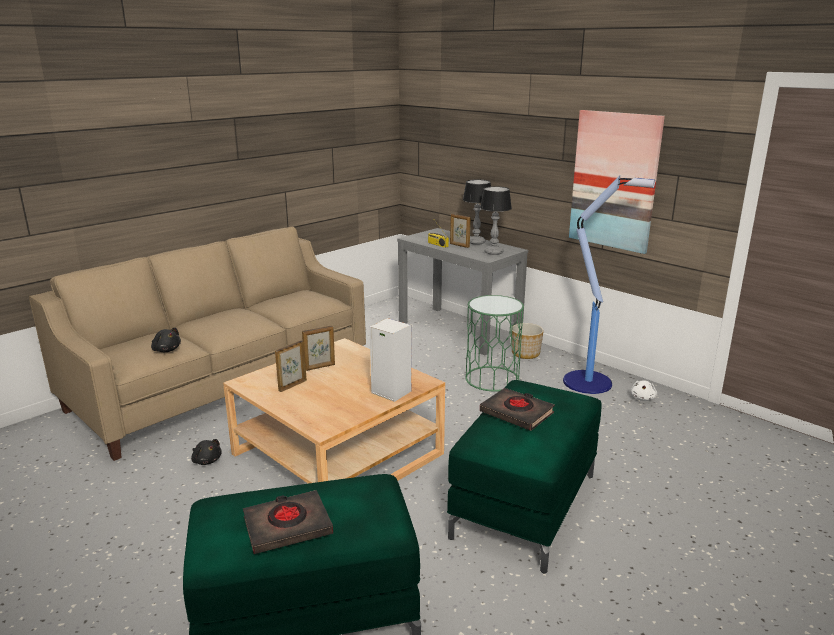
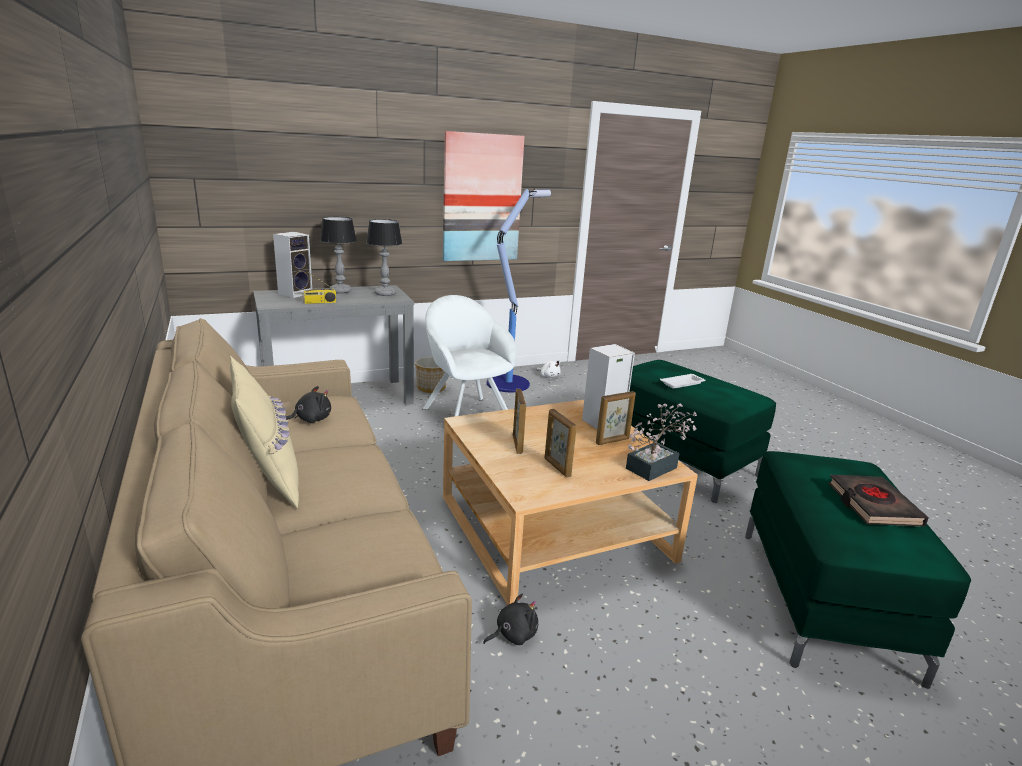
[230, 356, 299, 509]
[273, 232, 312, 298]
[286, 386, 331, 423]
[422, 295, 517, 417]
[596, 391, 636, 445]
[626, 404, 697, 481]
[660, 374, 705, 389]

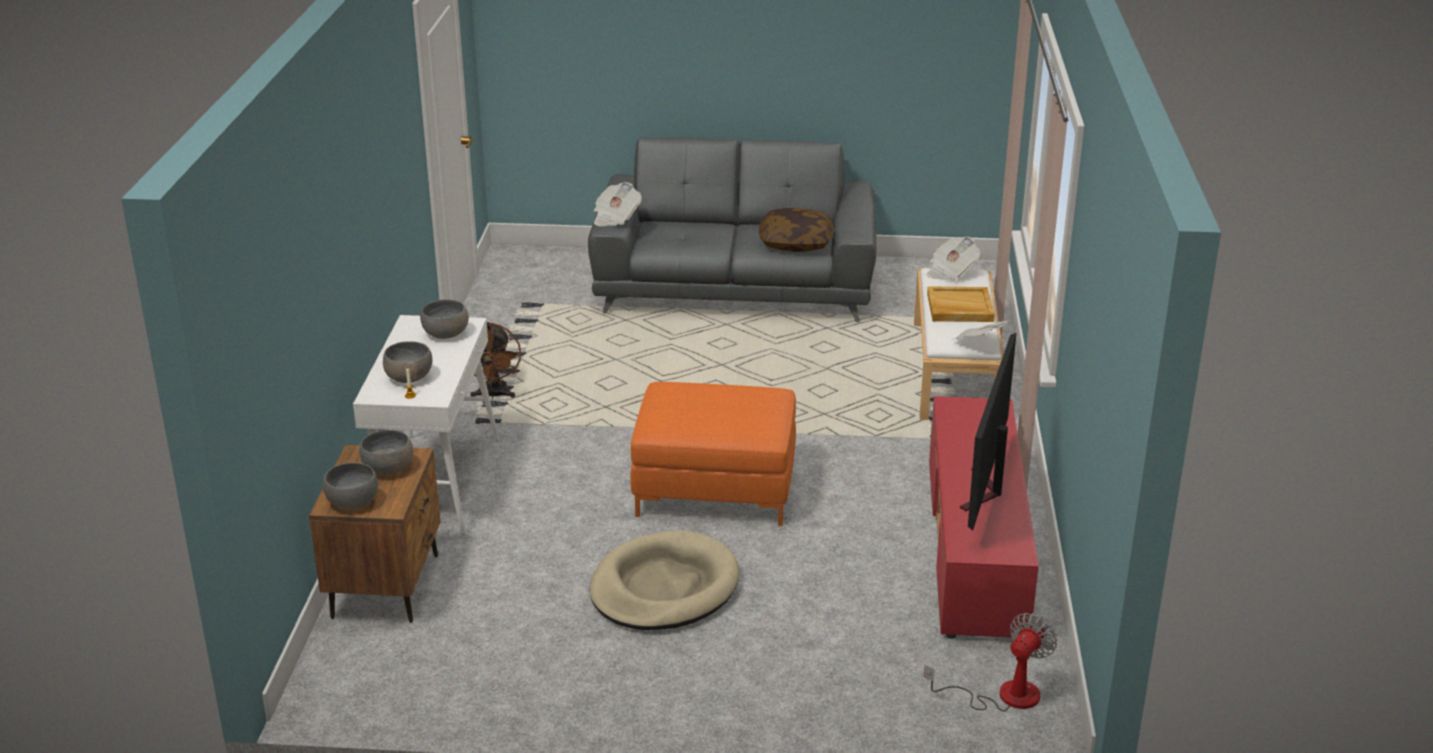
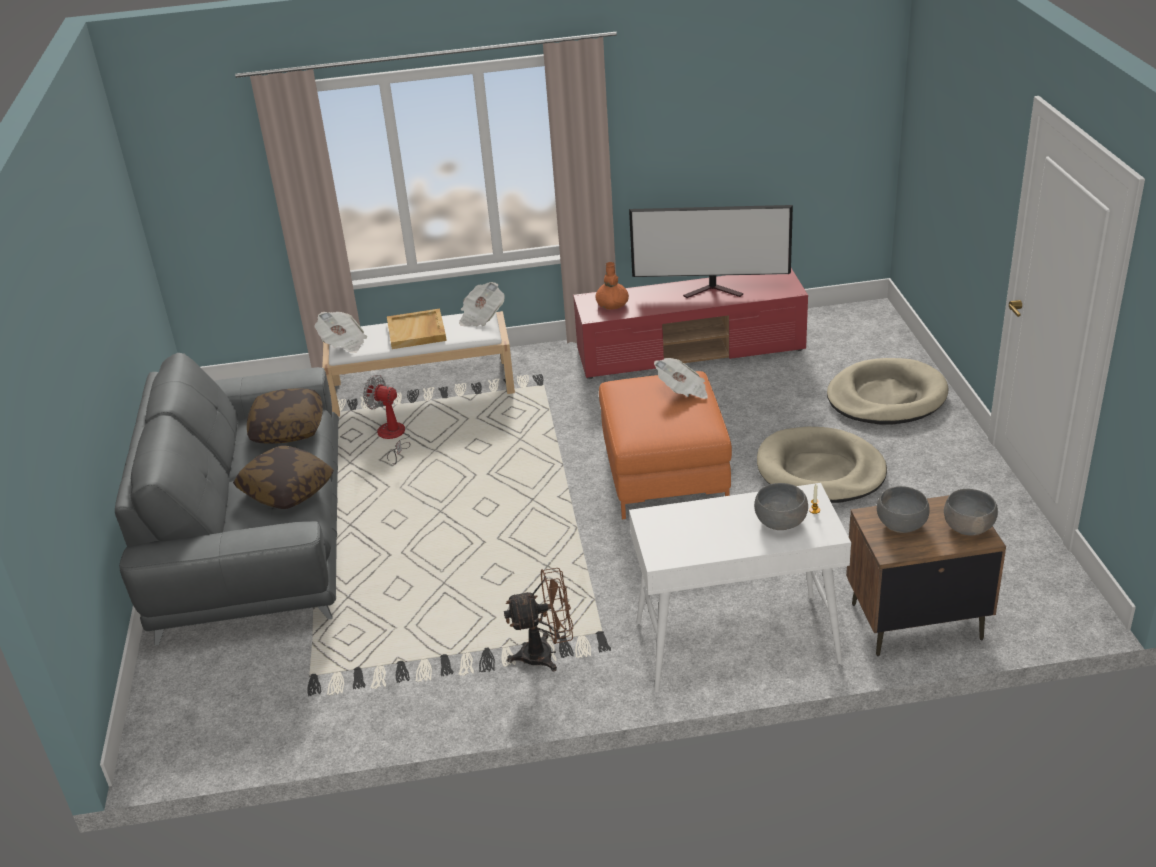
[233, 446, 334, 509]
[363, 375, 410, 464]
[596, 262, 629, 310]
[654, 358, 708, 399]
[827, 358, 949, 425]
[420, 299, 469, 339] (first image)

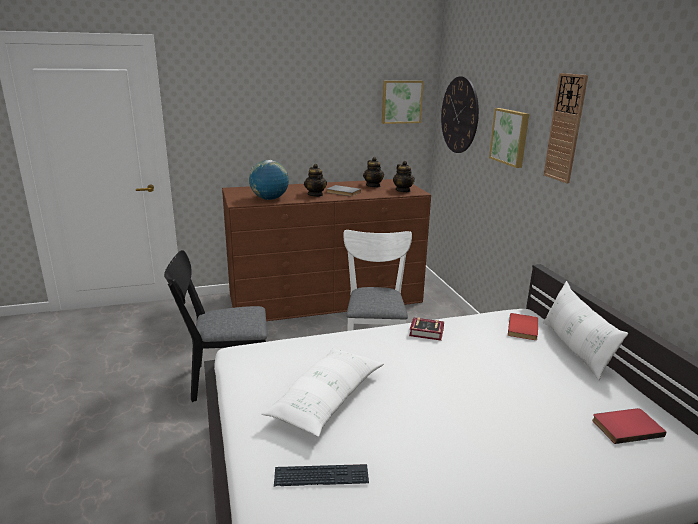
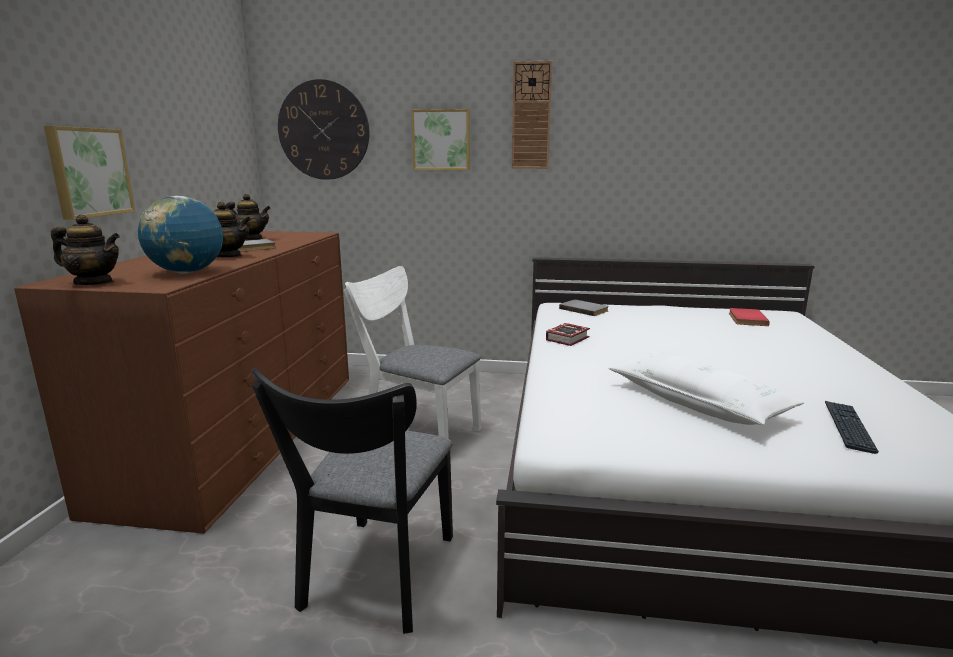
[44, 126, 135, 220]
[51, 214, 120, 285]
[559, 299, 609, 316]
[543, 281, 628, 381] (first image)

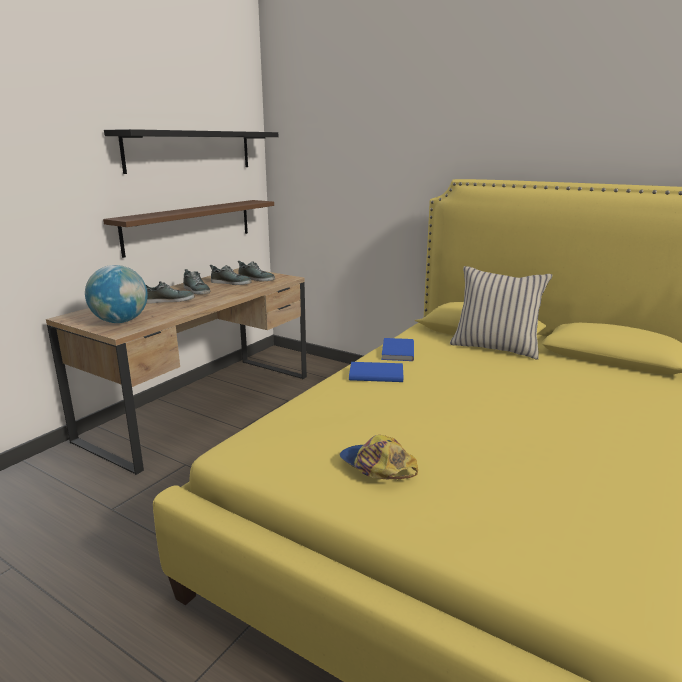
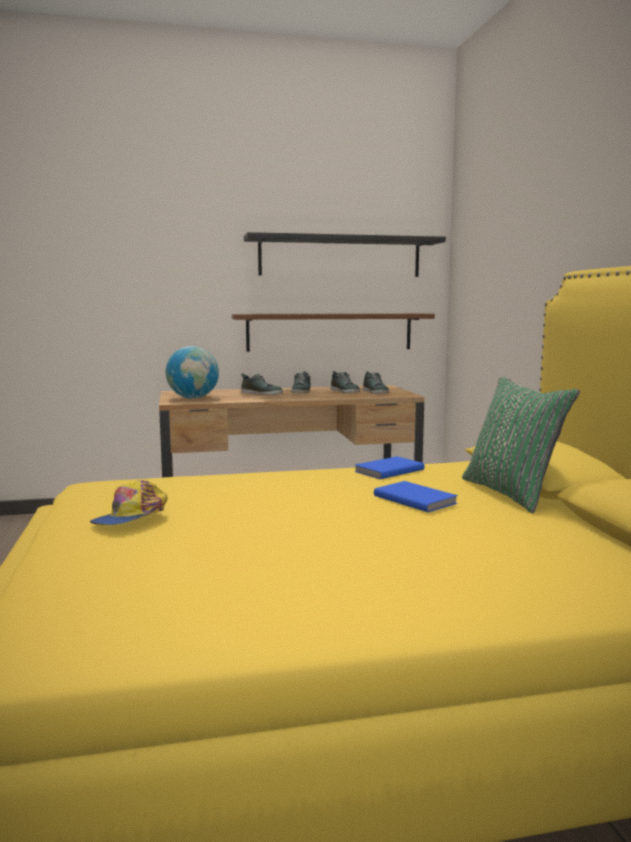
[90, 480, 168, 525]
[374, 481, 458, 512]
[462, 377, 580, 514]

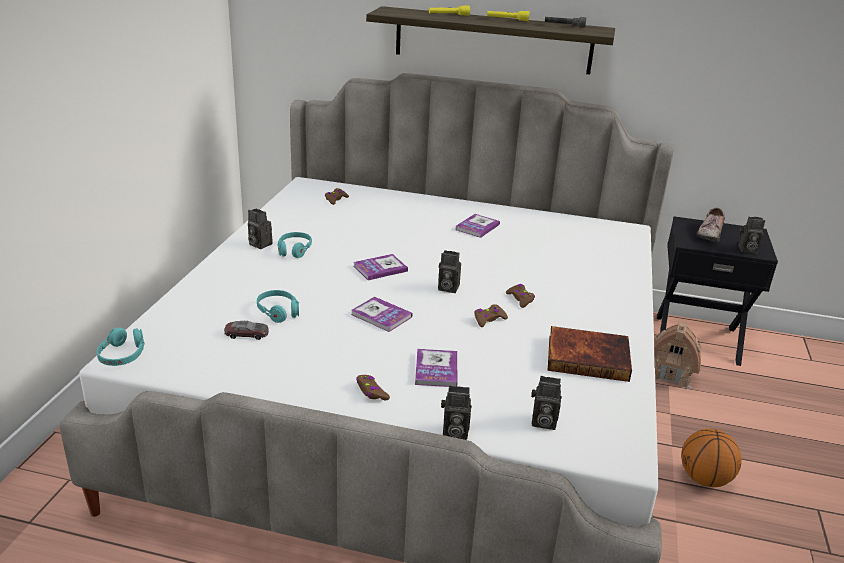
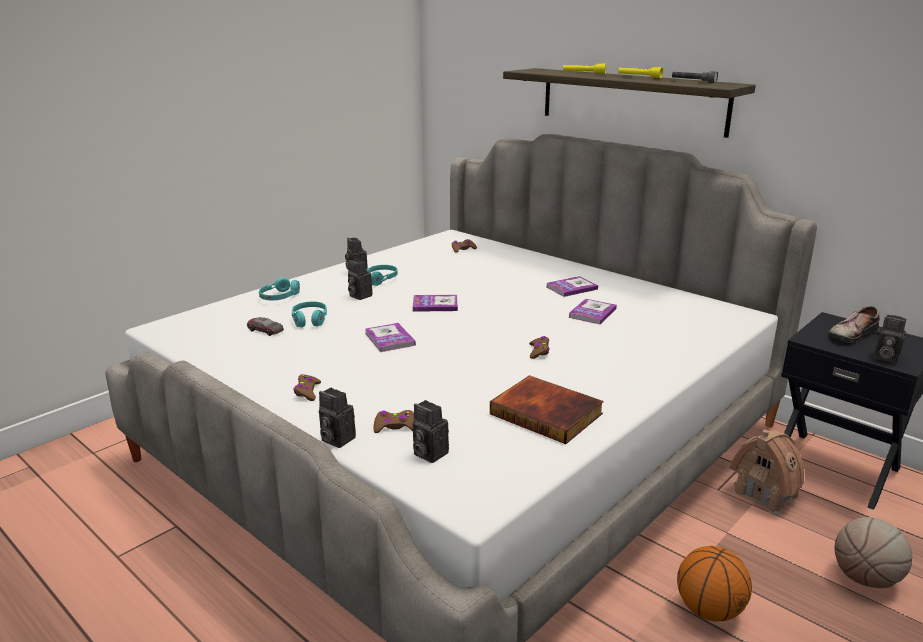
[259, 277, 300, 300]
[348, 259, 373, 300]
[373, 410, 414, 433]
[568, 299, 617, 324]
[834, 517, 912, 588]

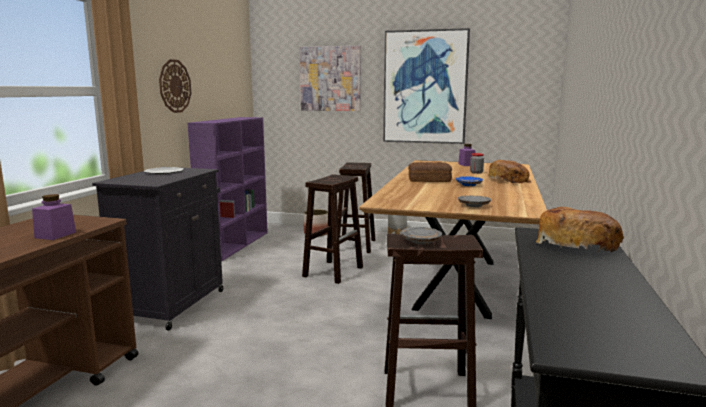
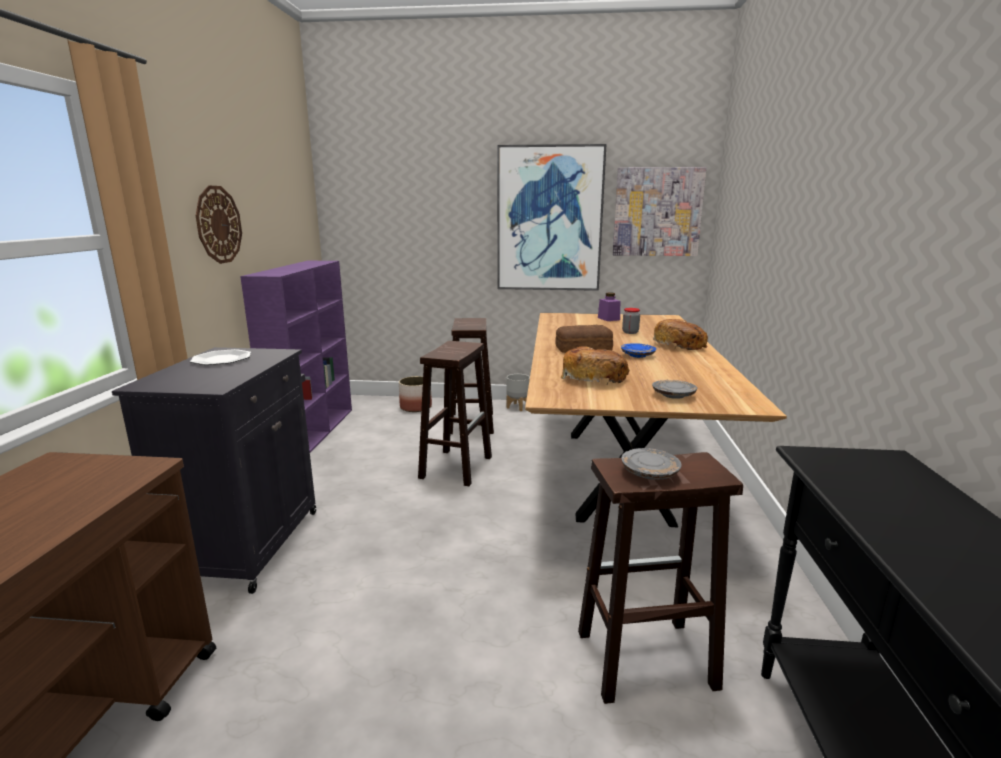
[561, 346, 630, 384]
[613, 167, 707, 256]
[32, 194, 76, 240] (first image)

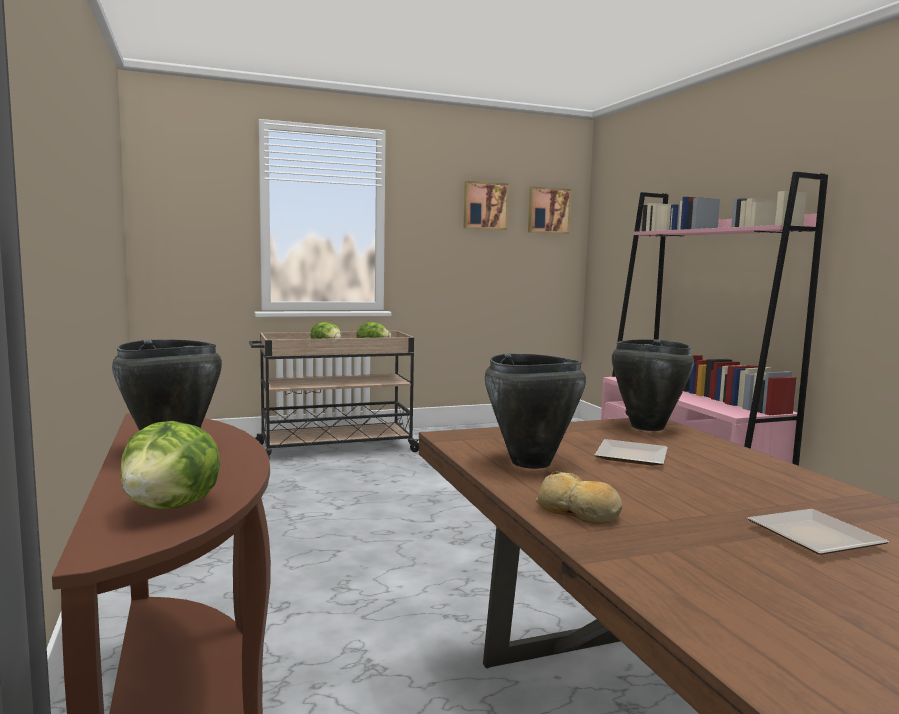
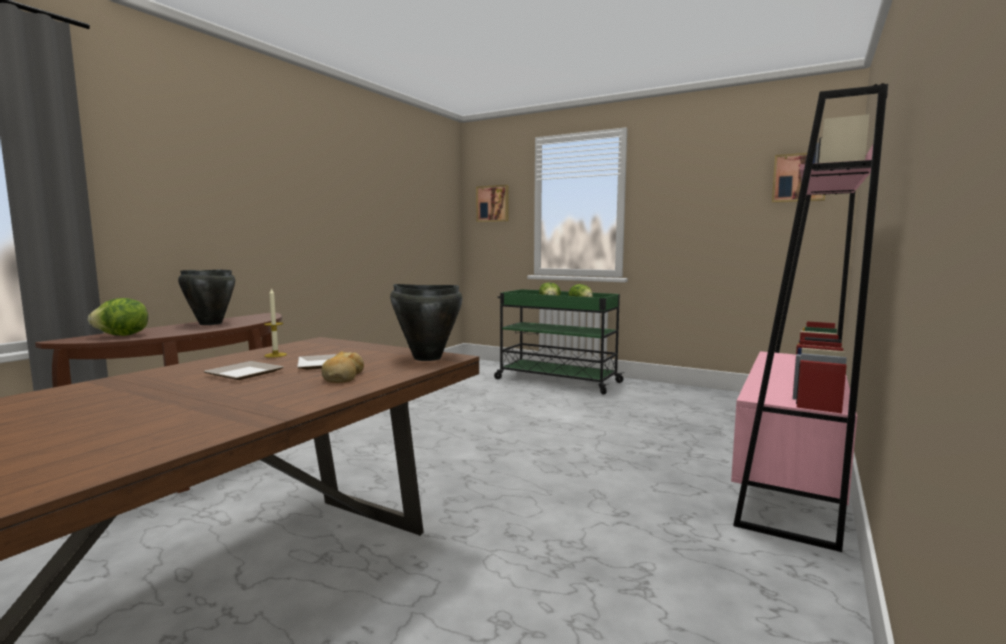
[203, 361, 284, 380]
[264, 288, 287, 358]
[321, 351, 364, 383]
[476, 185, 509, 222]
[494, 289, 625, 394]

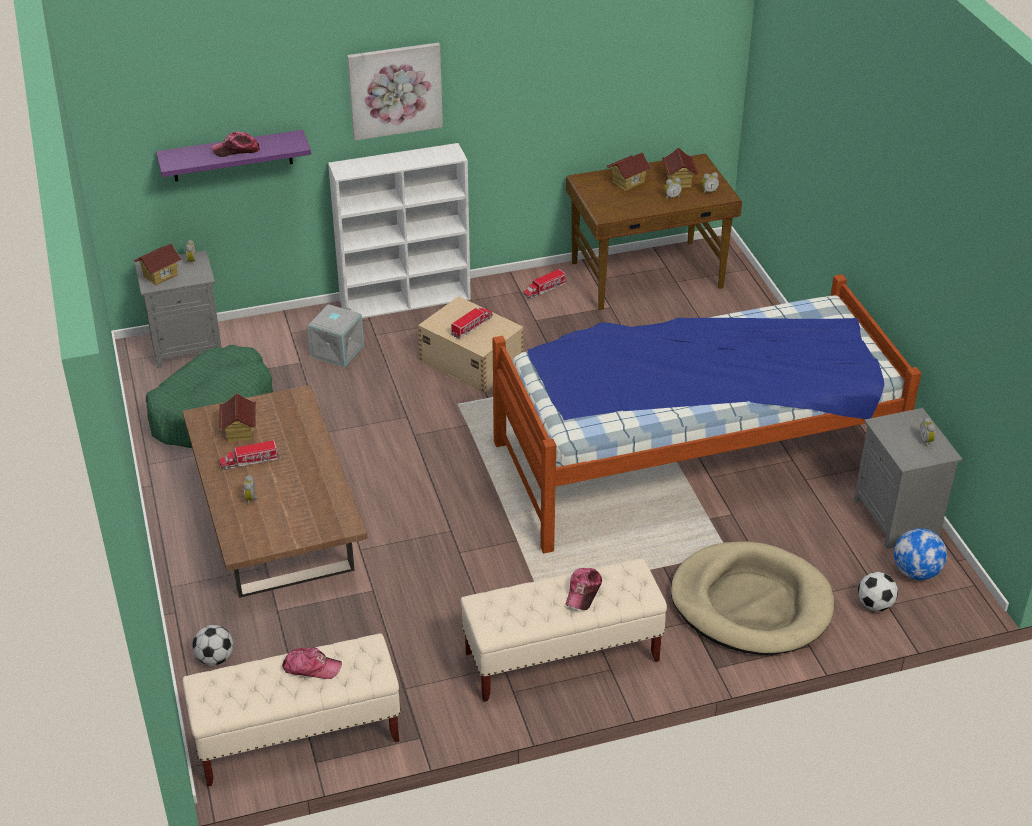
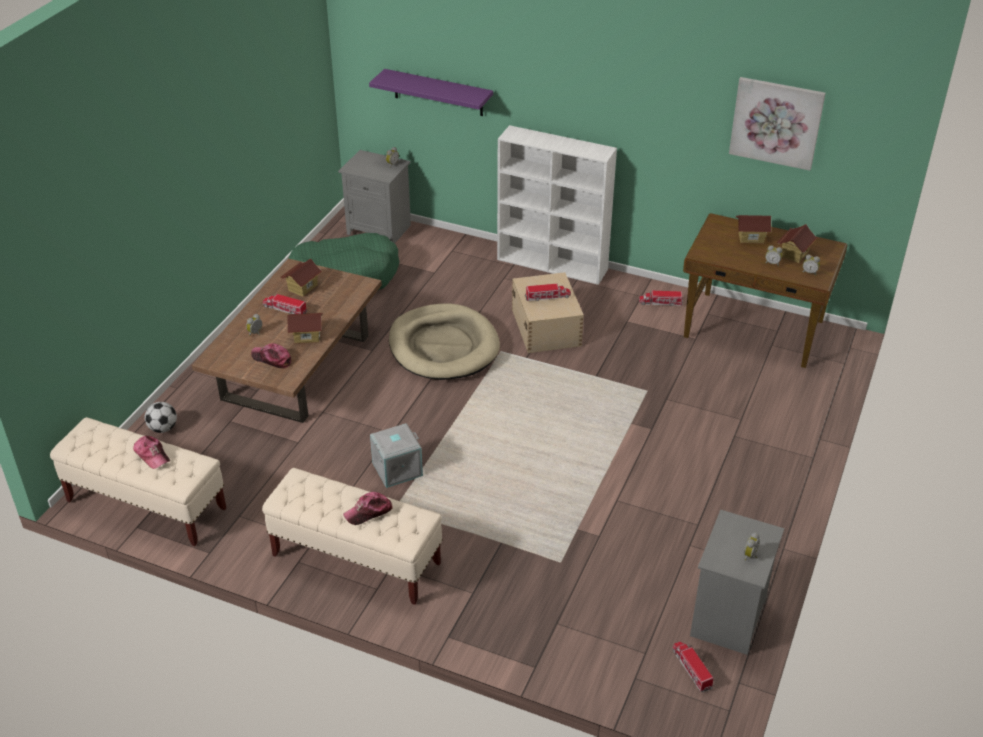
[251, 343, 291, 368]
[287, 313, 323, 344]
[370, 423, 423, 488]
[389, 304, 500, 380]
[672, 641, 714, 692]
[729, 77, 826, 171]
[492, 274, 921, 554] (first image)
[858, 572, 898, 611] (first image)

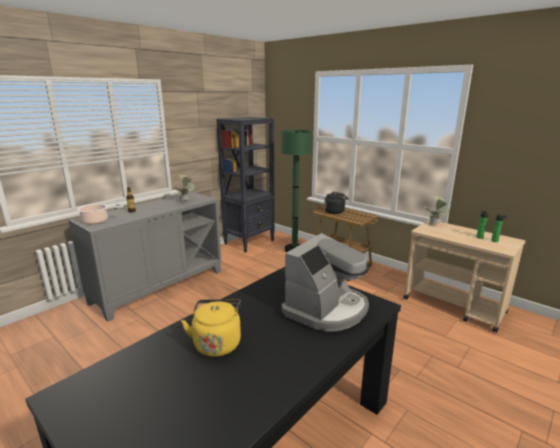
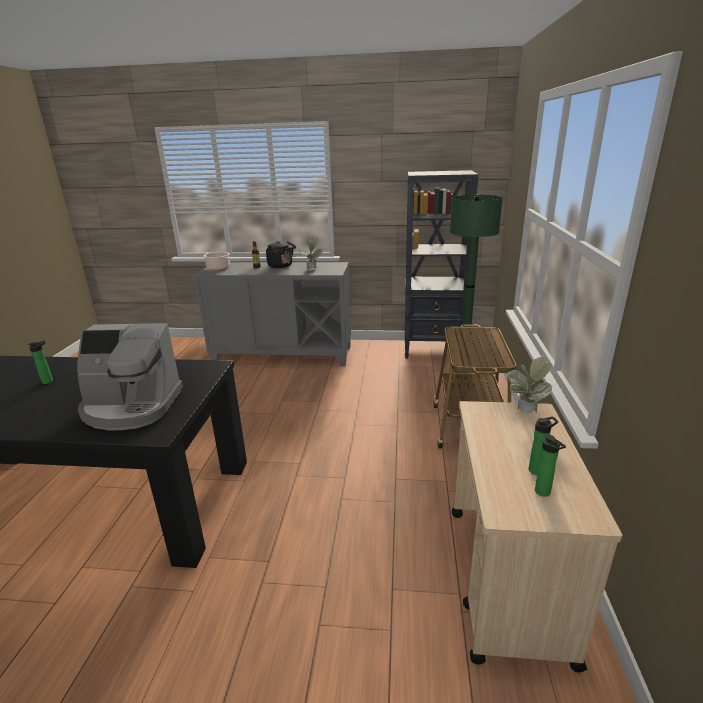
[28, 340, 53, 384]
[266, 241, 296, 268]

